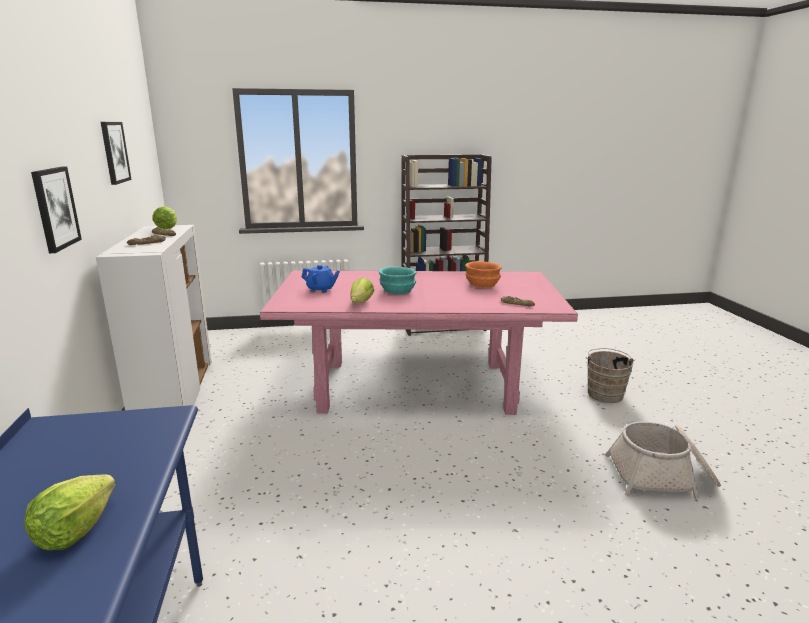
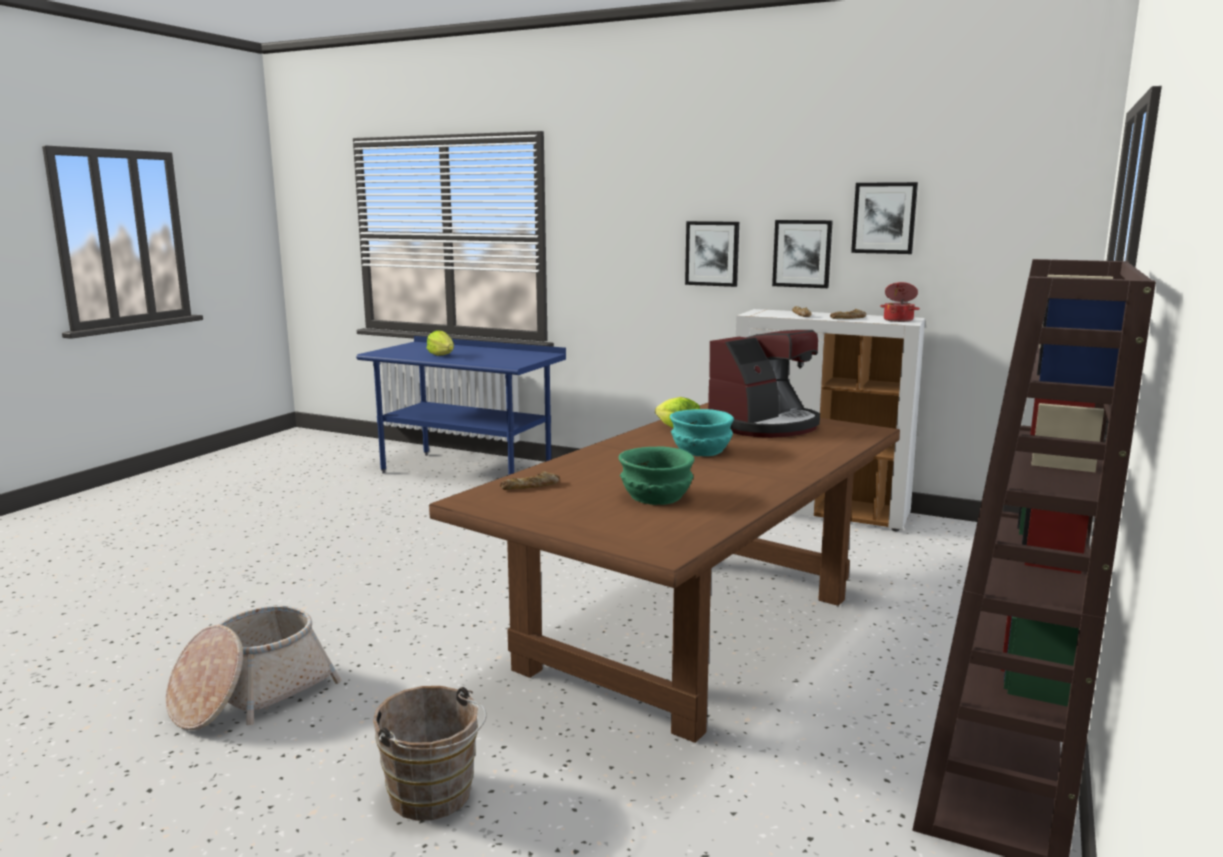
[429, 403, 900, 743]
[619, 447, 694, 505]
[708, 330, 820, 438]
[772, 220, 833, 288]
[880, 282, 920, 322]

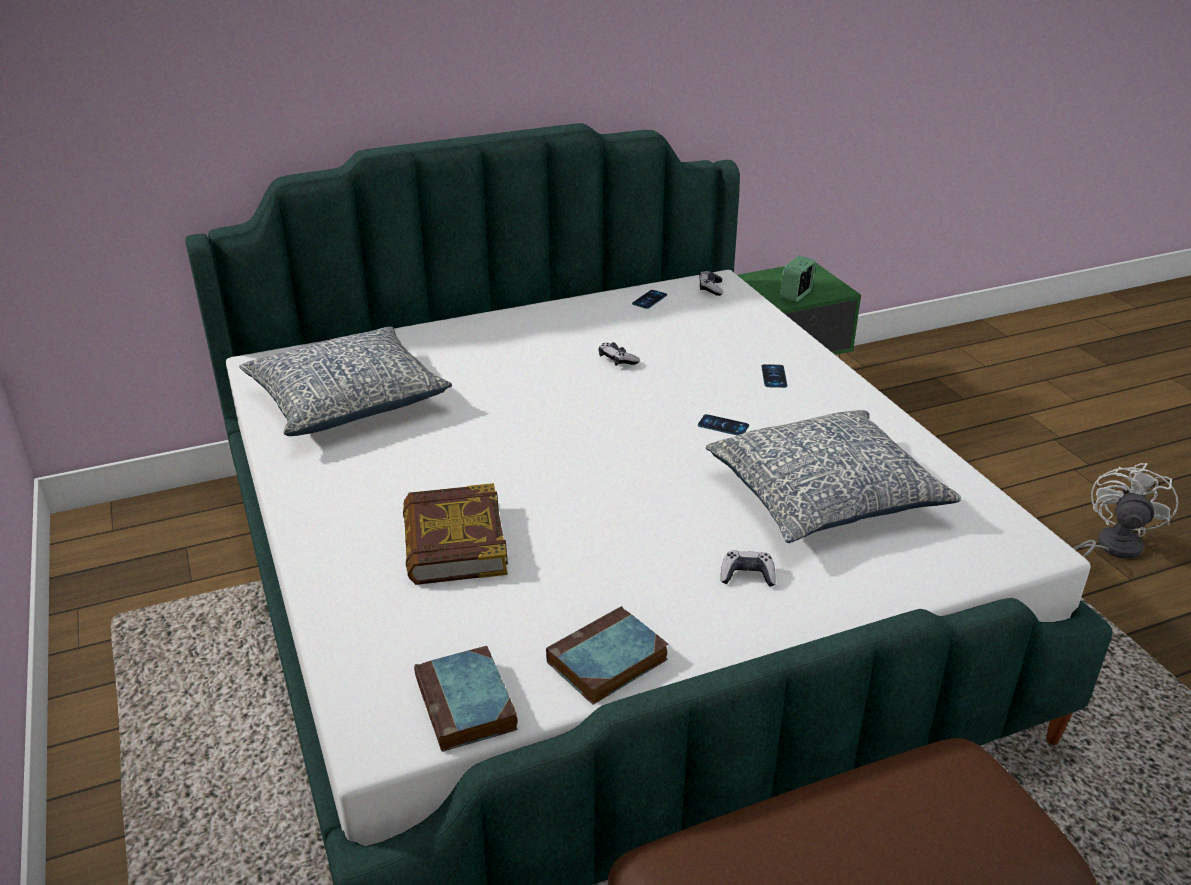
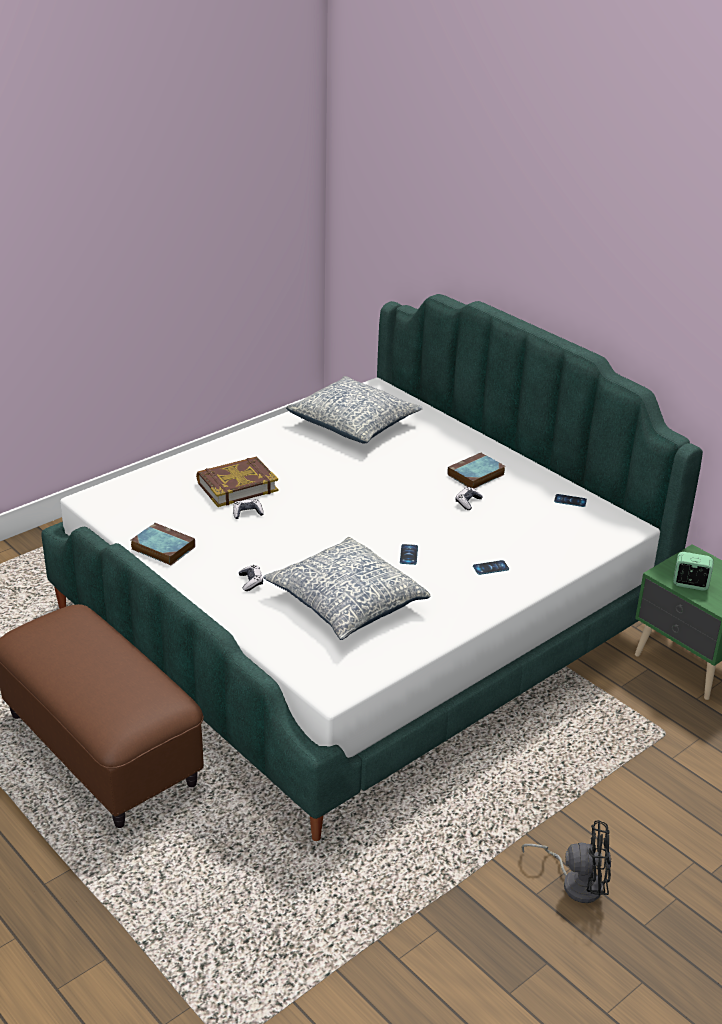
[233, 499, 264, 519]
[448, 452, 505, 489]
[521, 820, 611, 903]

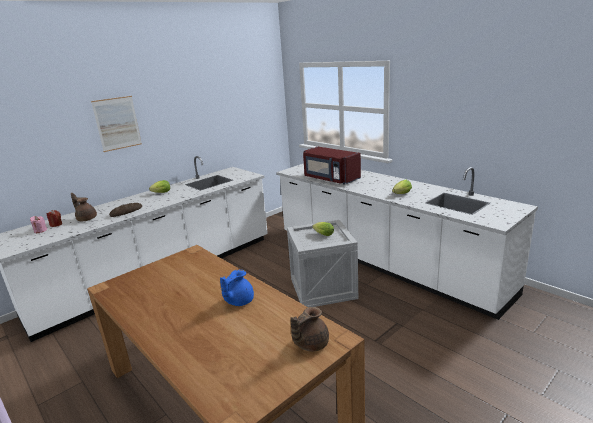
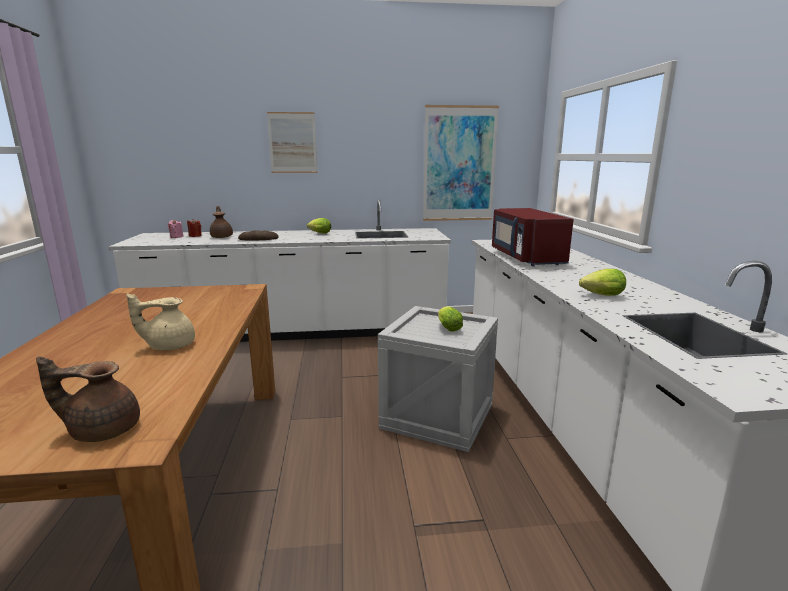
[126, 293, 195, 350]
[423, 105, 499, 221]

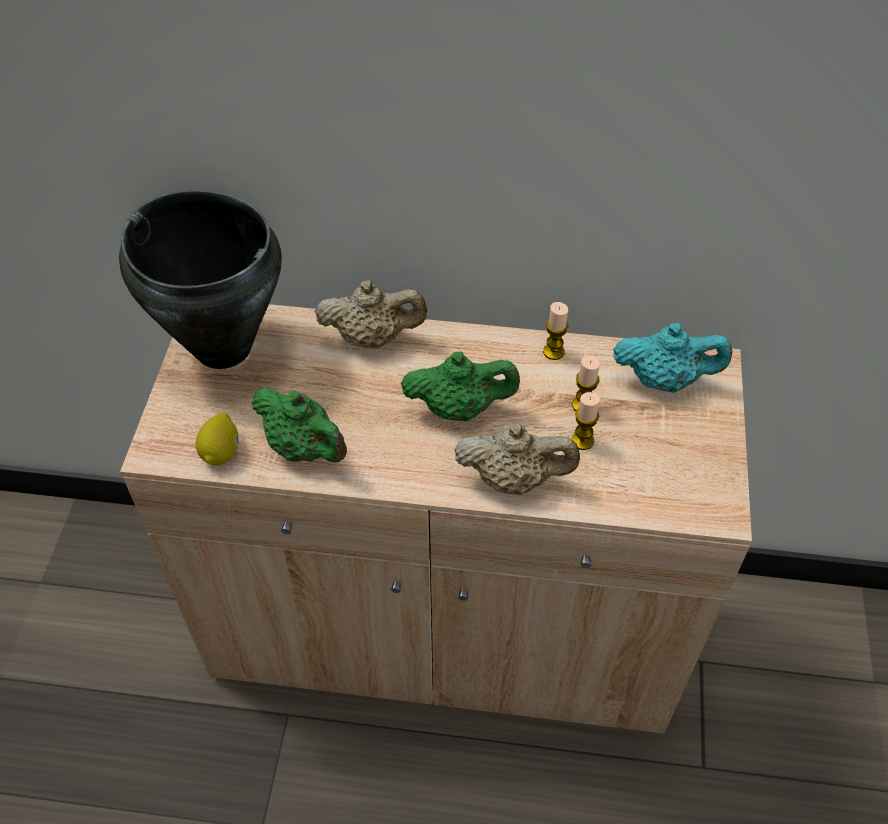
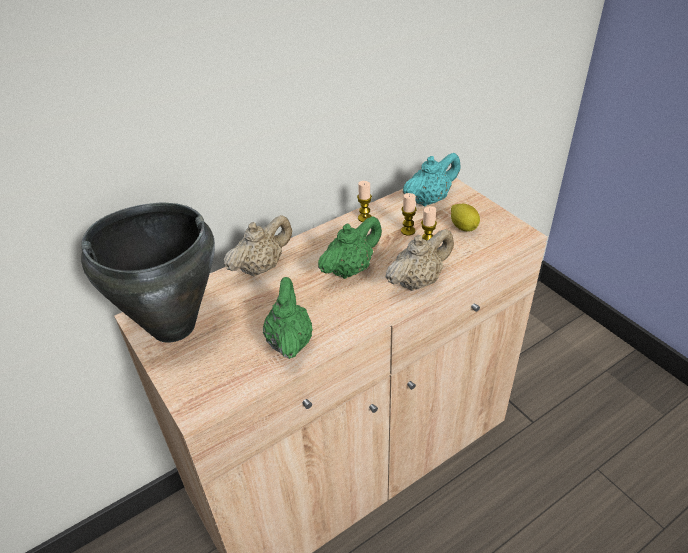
[263, 277, 313, 359]
[451, 204, 480, 232]

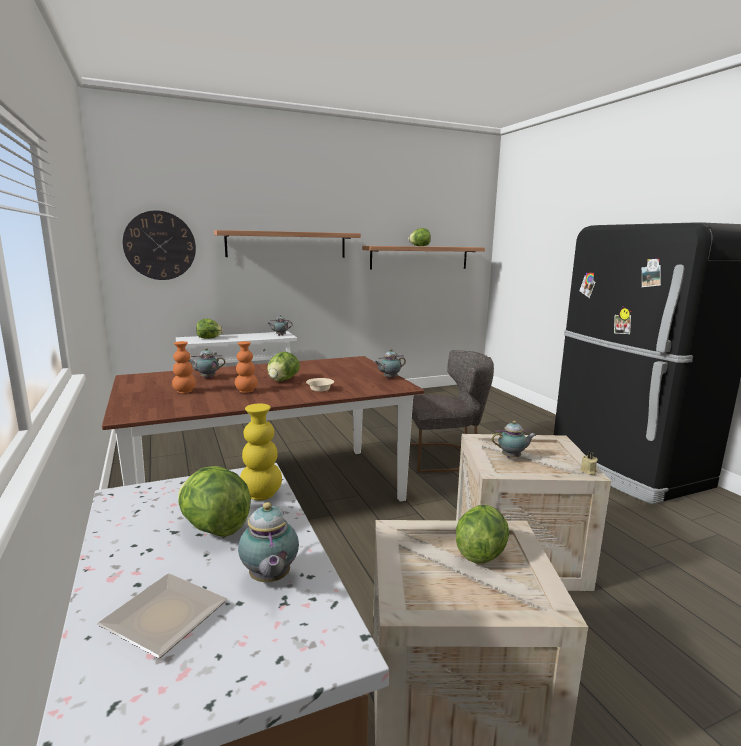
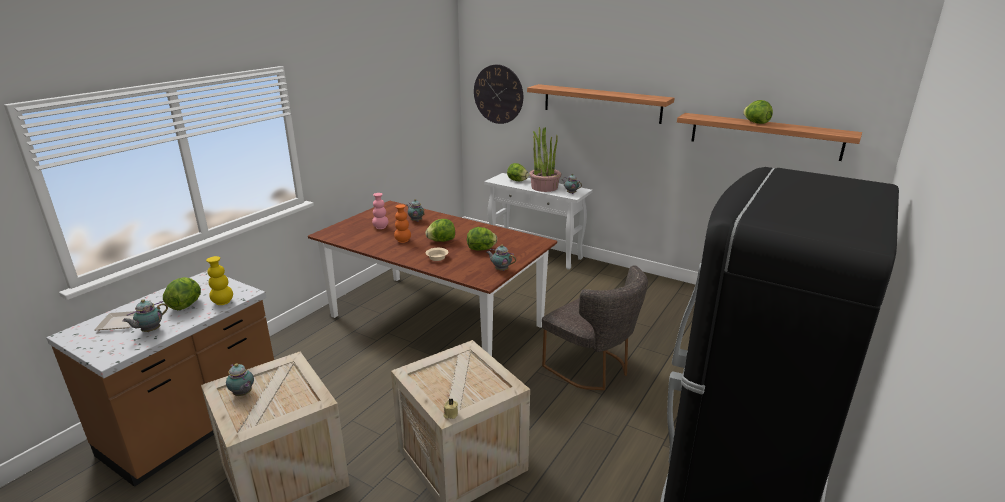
[226, 363, 254, 396]
[372, 193, 388, 229]
[467, 227, 497, 251]
[529, 127, 561, 192]

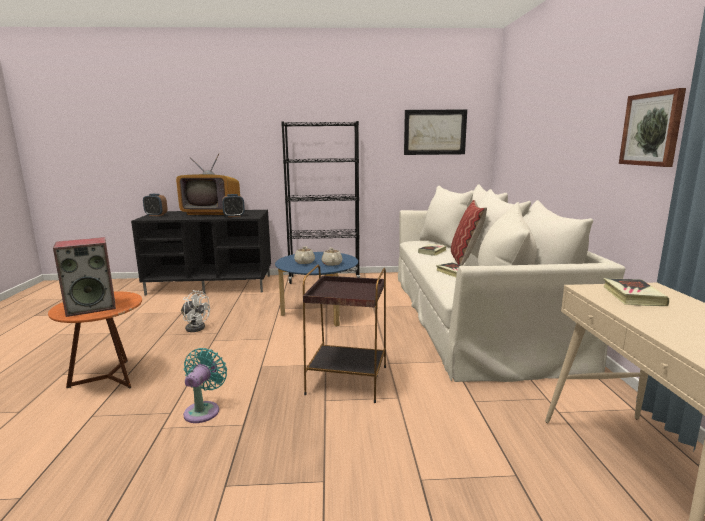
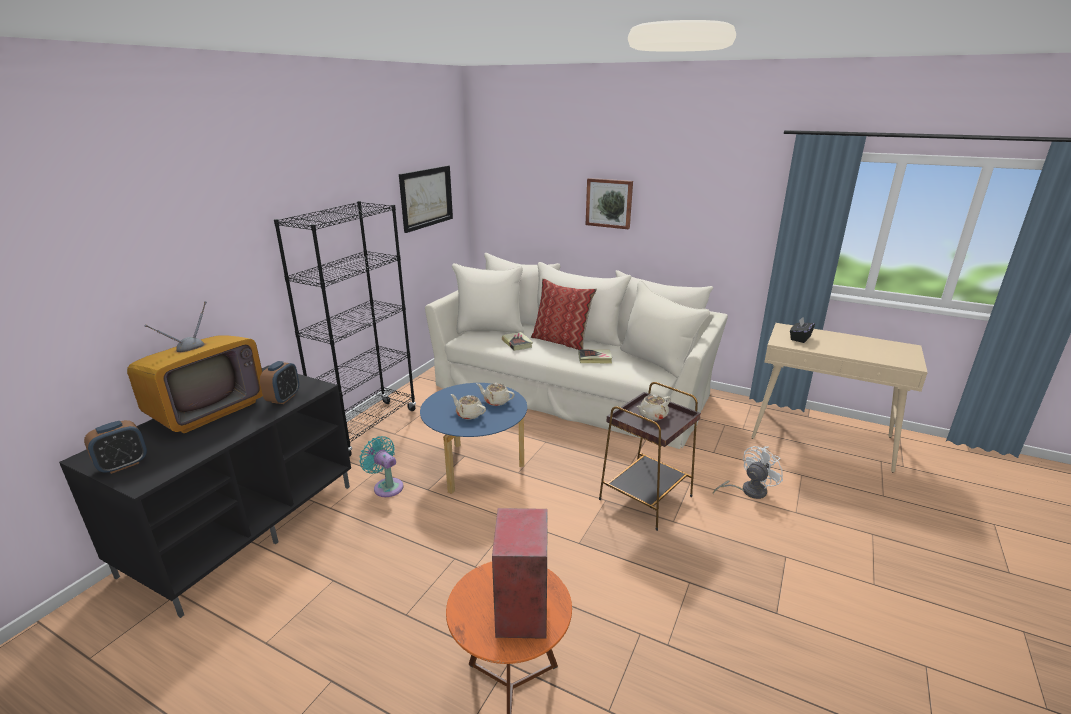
[359, 436, 404, 497]
[586, 178, 633, 230]
[636, 395, 671, 420]
[713, 446, 783, 499]
[790, 317, 815, 343]

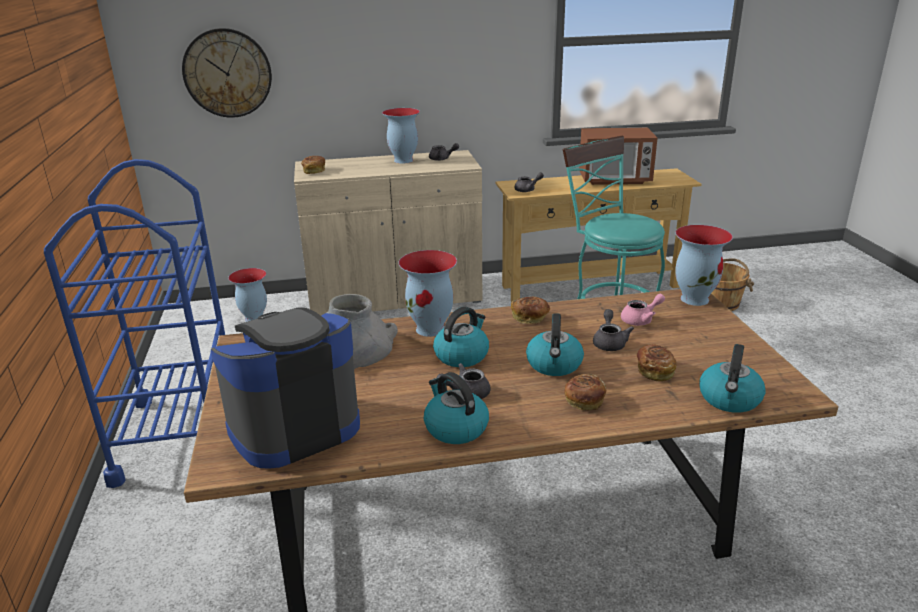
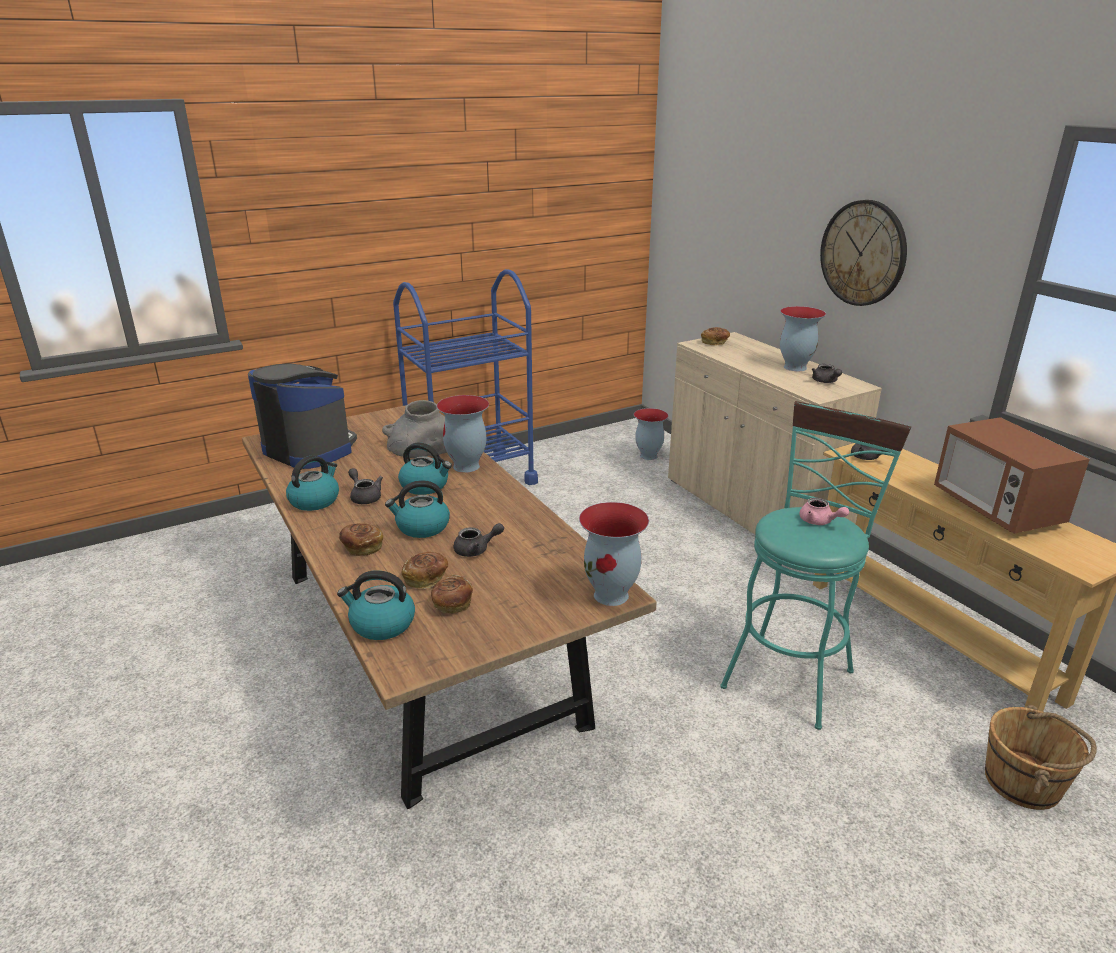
[431, 575, 473, 613]
[799, 498, 849, 525]
[820, 200, 907, 306]

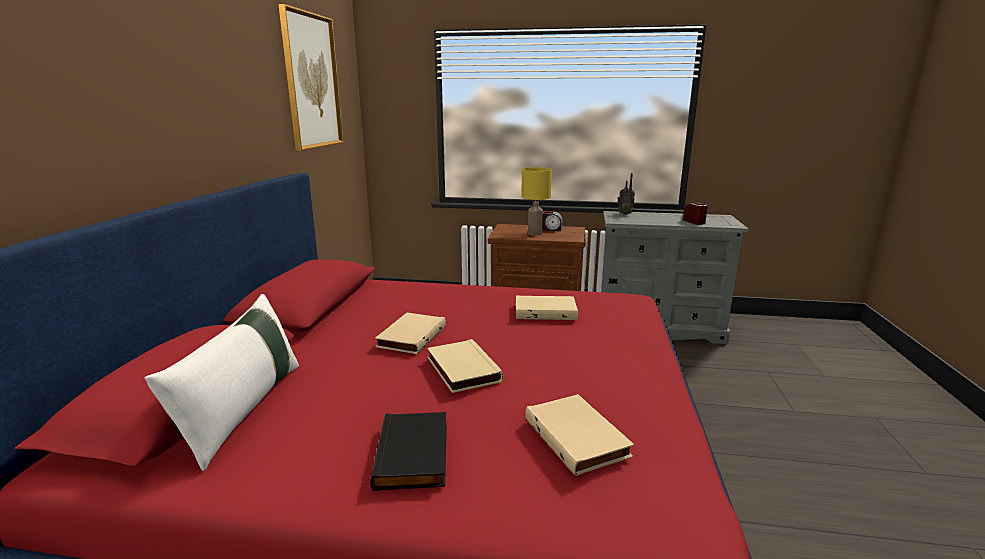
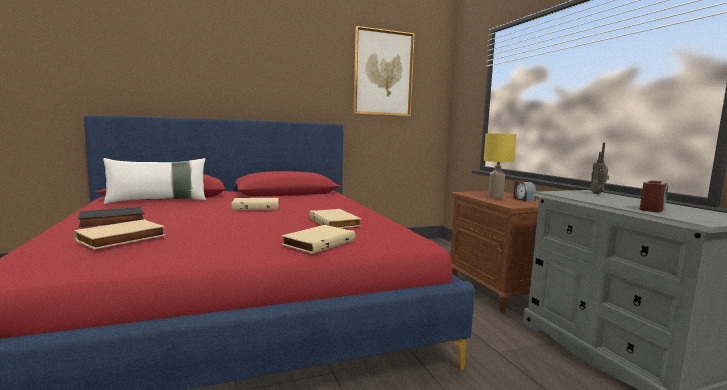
[281, 225, 355, 254]

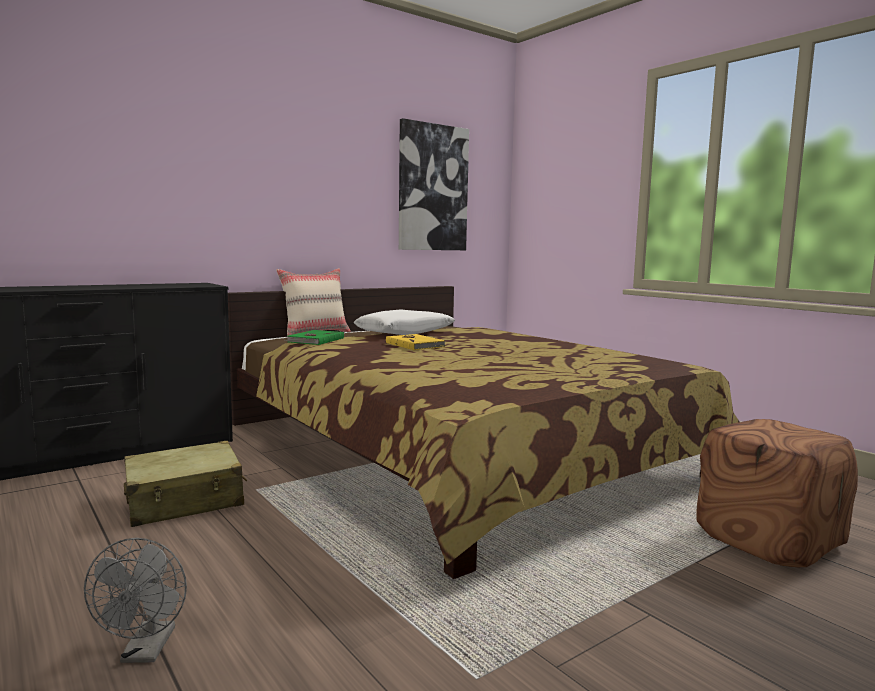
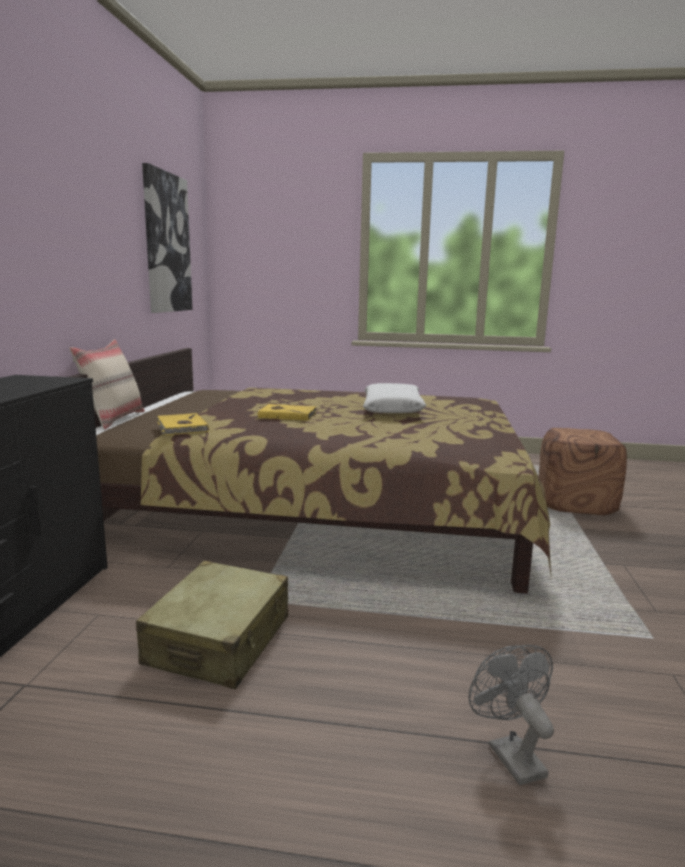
[157, 413, 209, 435]
[363, 383, 426, 413]
[469, 645, 554, 785]

